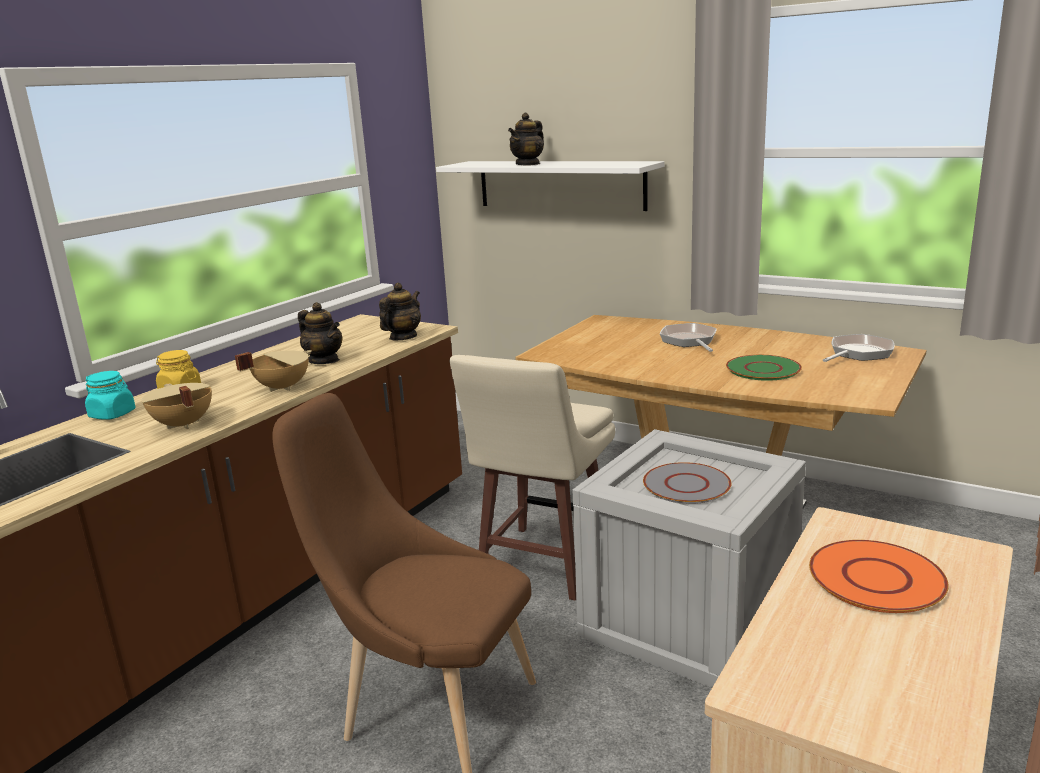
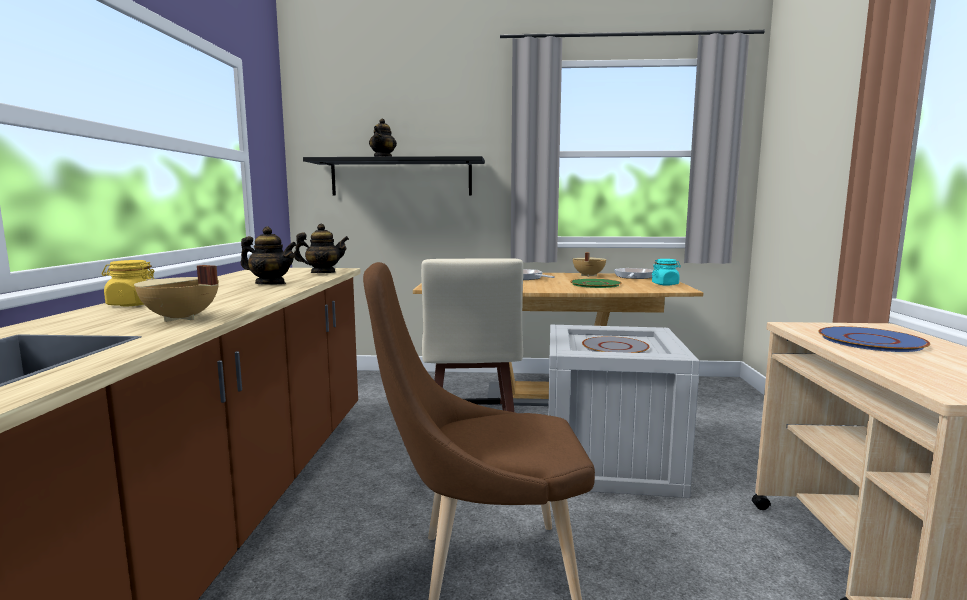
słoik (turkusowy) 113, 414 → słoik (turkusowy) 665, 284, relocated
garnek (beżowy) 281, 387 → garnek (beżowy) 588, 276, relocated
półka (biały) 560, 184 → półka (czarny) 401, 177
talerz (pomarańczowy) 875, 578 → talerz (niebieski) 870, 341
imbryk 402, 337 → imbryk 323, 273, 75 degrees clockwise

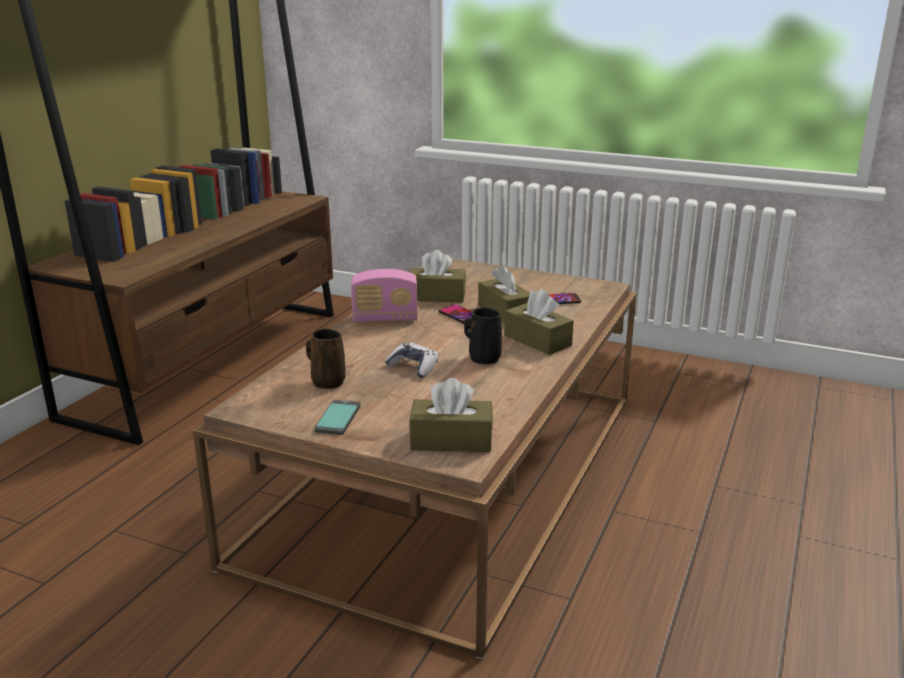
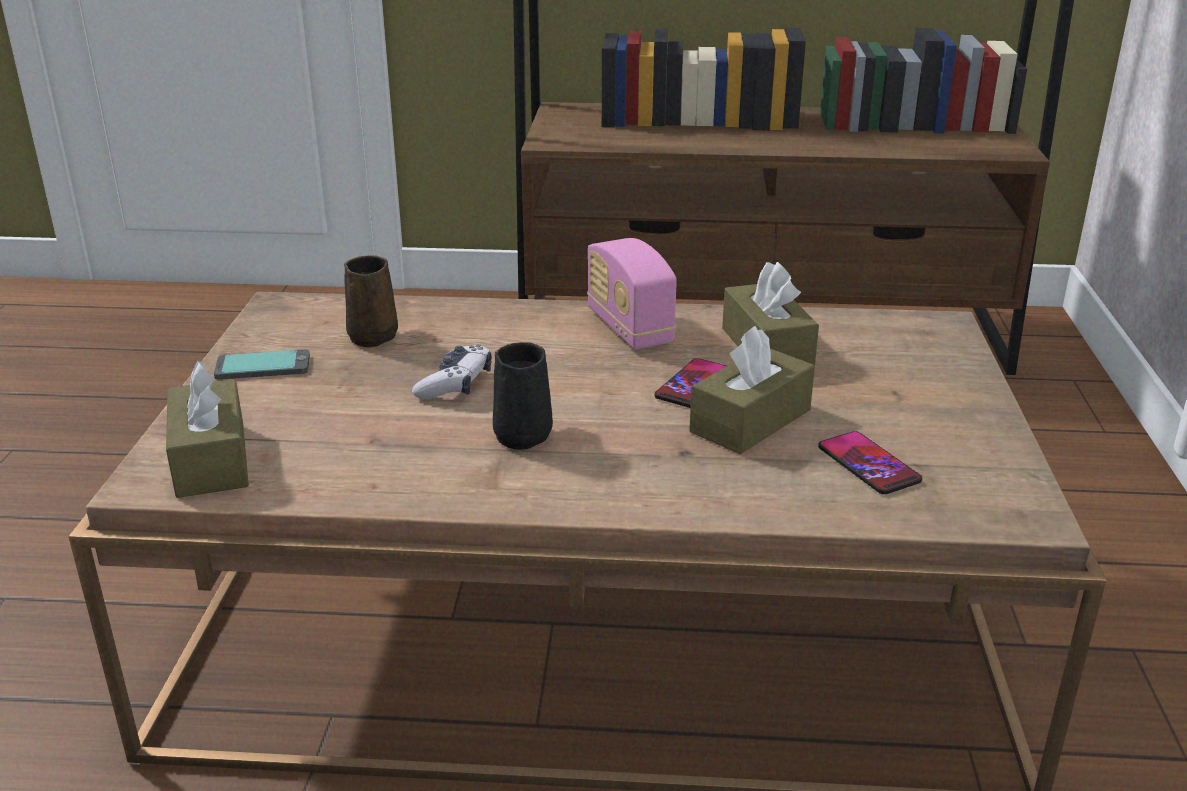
pudełko chusteczek (brązowy) 537, 340 → -

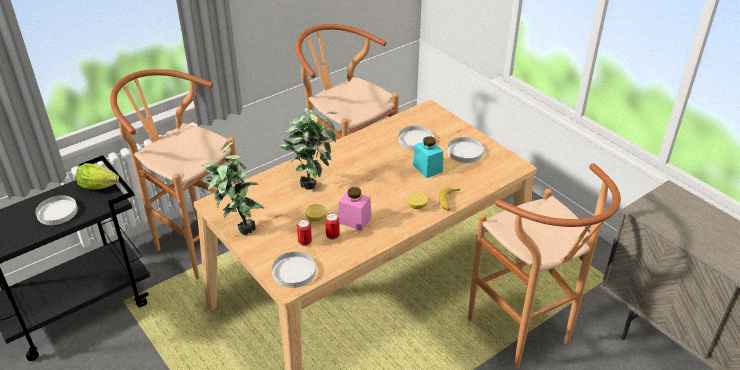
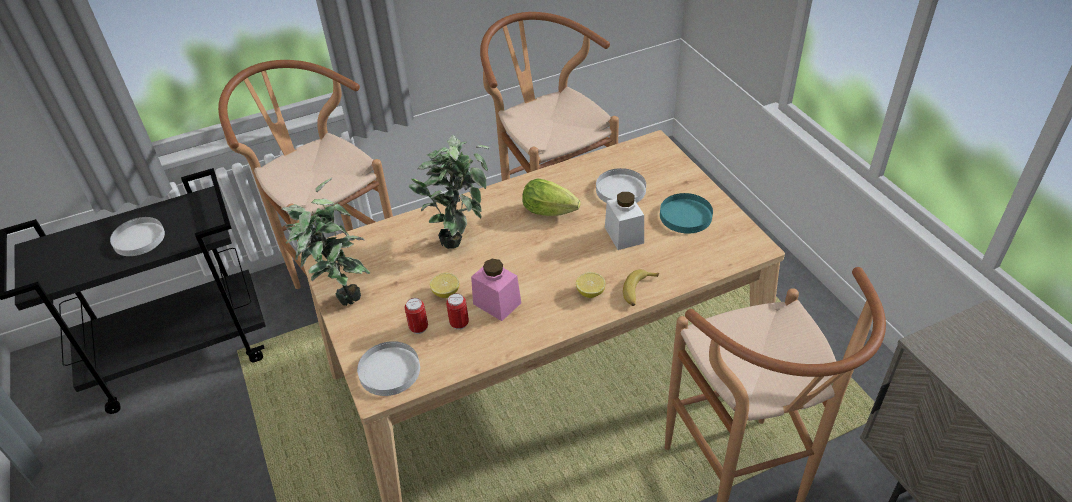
sałata 101, 187 → sałata 552, 212, relocated
słoik (turkusowy) 427, 168 → słoik (biały) 624, 235
talerz (biały) 465, 152 → talerz (turkusowy) 686, 215

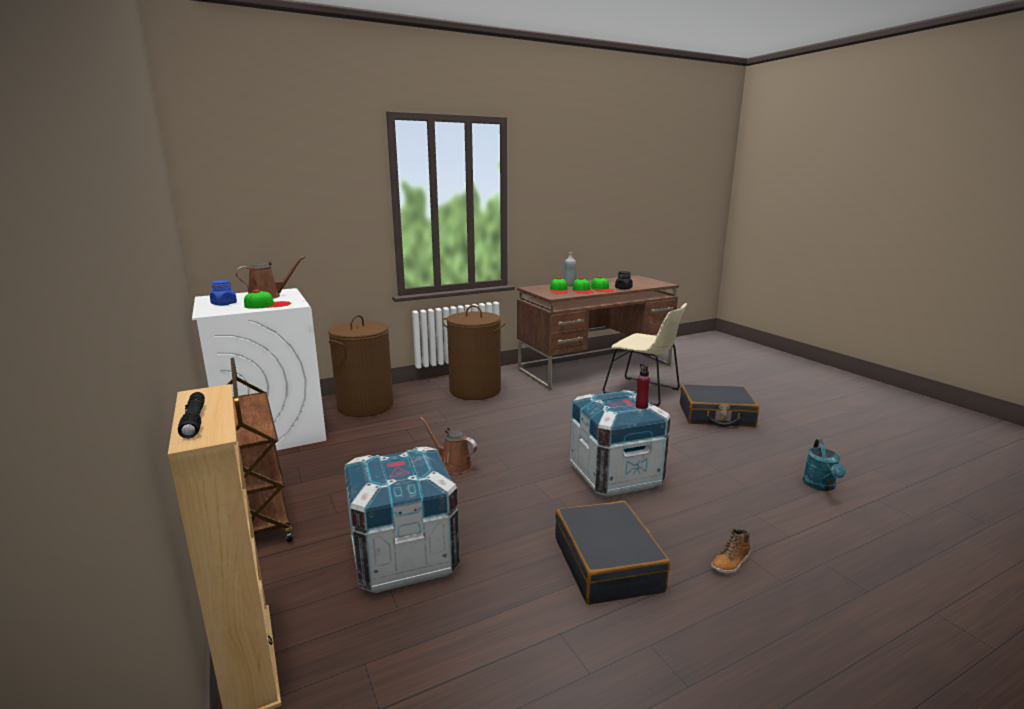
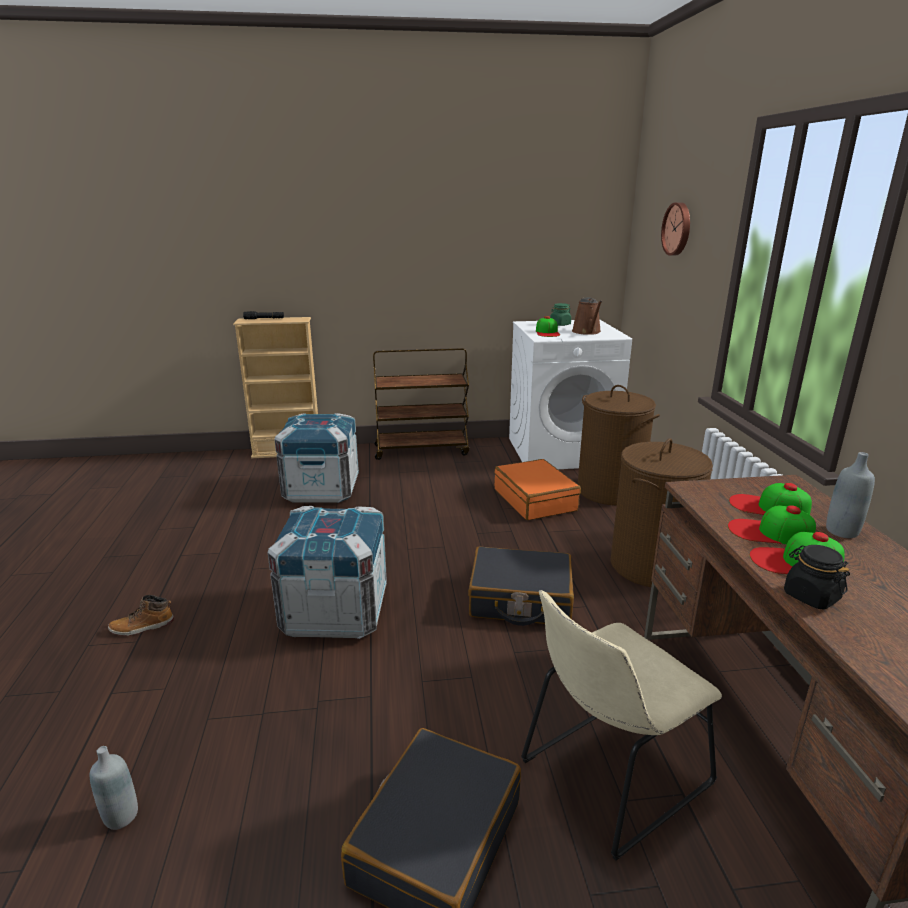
konewka (brązowy) 453, 464 → -
butelka (czerwony) 641, 406 → -
- → walizka (pomarańczowy) 535, 500
- → zegar ścienny 678, 229
walizka (czarny) 607, 564 → walizka (czarny) 520, 600, relocated
konewka (turkusowy) 821, 486 → butelka (szary) 121, 816
słoik (niebieski) 224, 304 → słoik (zielony) 560, 324
but z cholewką 731, 562 → but z cholewką 142, 627, 90 degrees counterclockwise

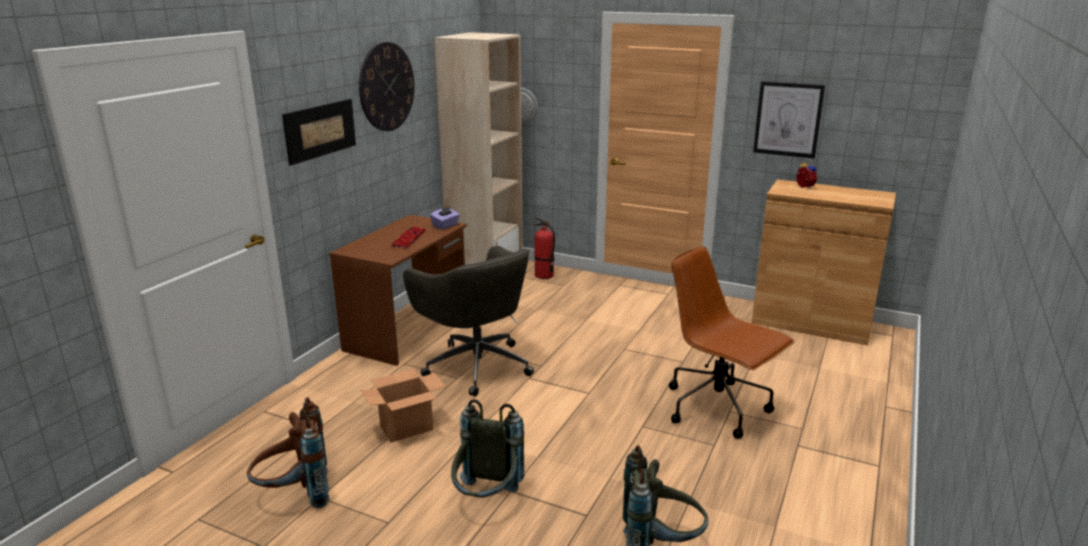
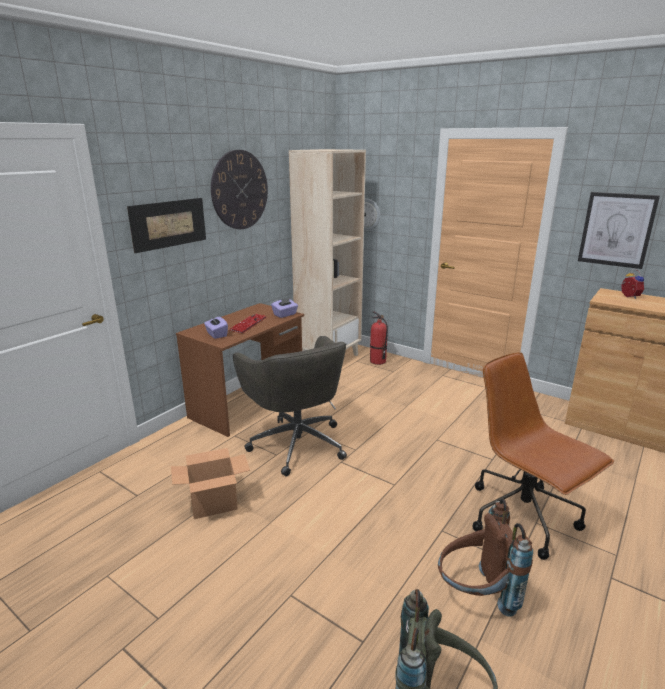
plecak (szary) 486, 500 → -
- → pudełko chusteczek (fioletowy) 216, 334
plecak (brązowy) 295, 496 → plecak (brązowy) 476, 596, relocated

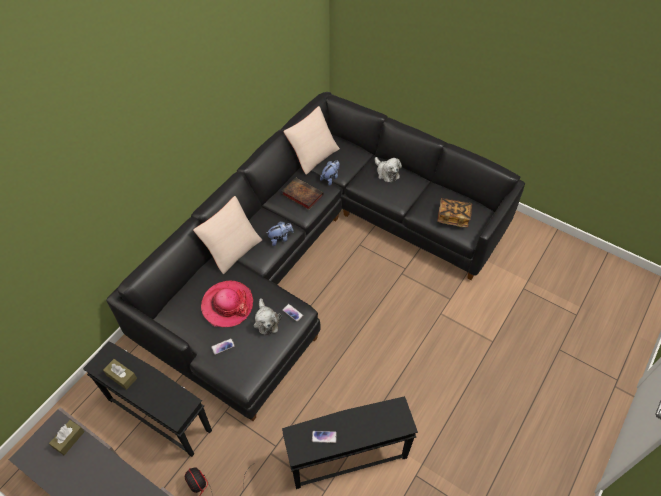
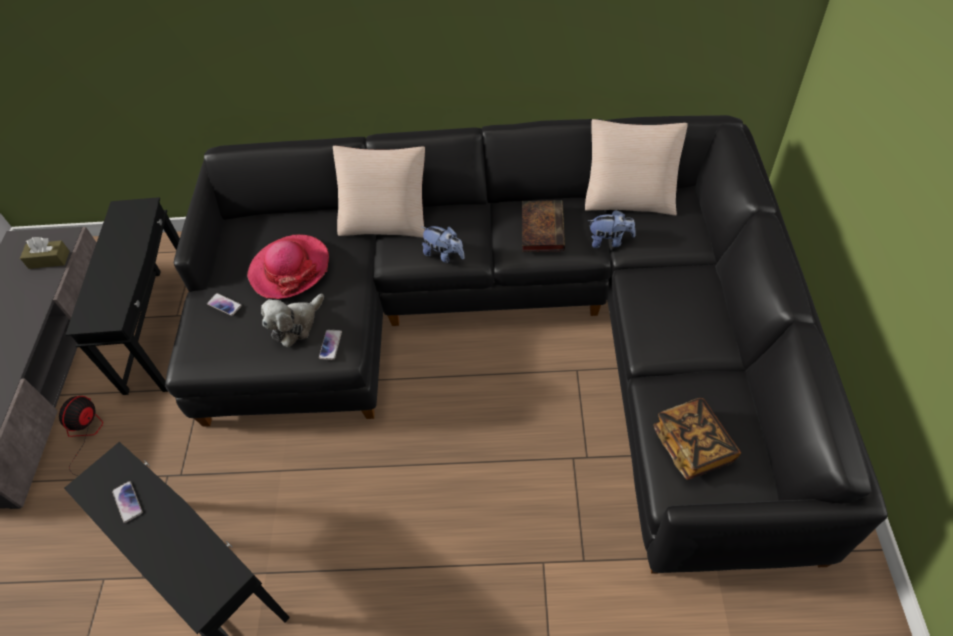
pudełko chusteczek (brązowy) 121, 376 → -
pluszak 386, 173 → -

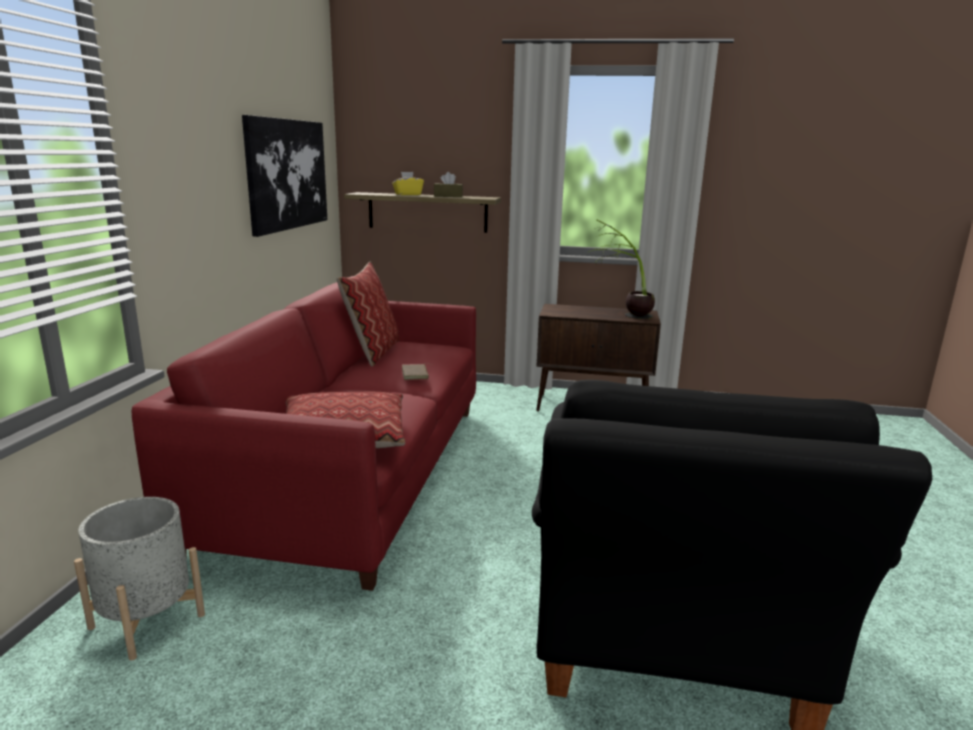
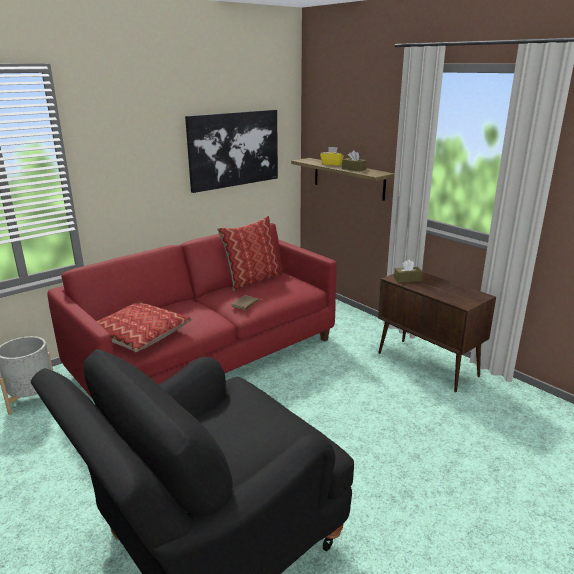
roślina doniczkowa 622, 315 → -
- → pudełko chusteczek (brązowy) 407, 279

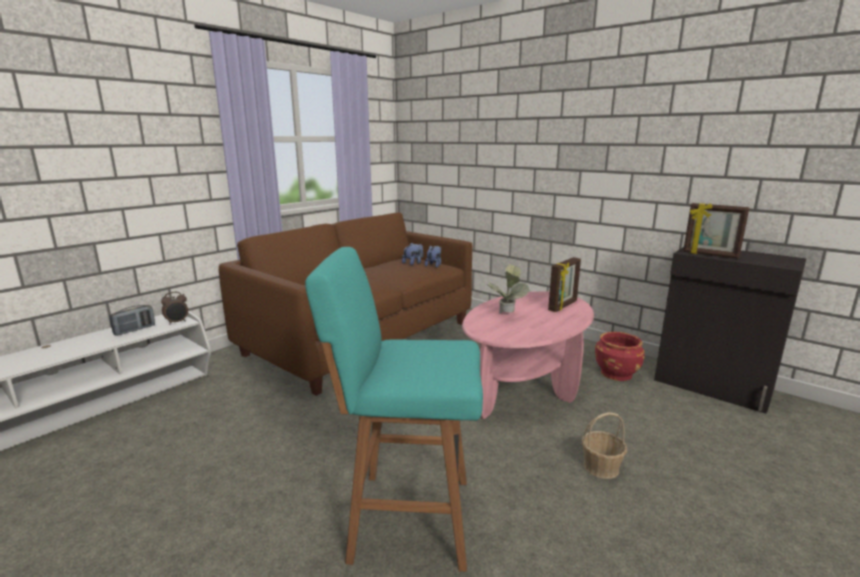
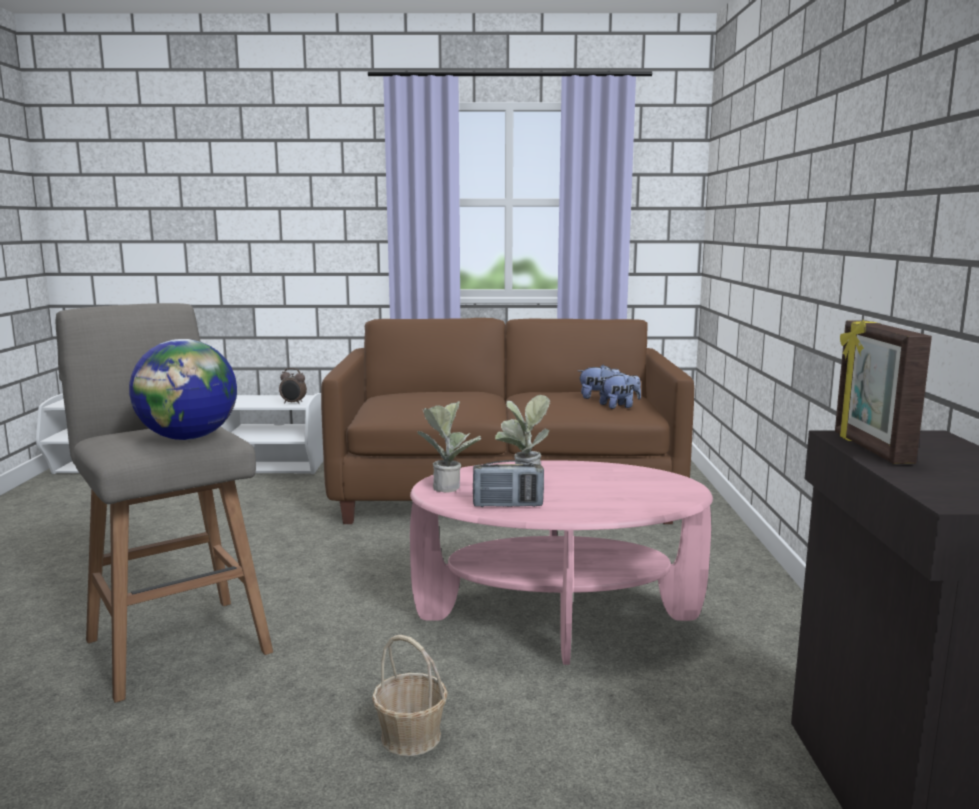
ramka na zdjęcie 563, 306 → -
donica (czerwony) 616, 373 → -
- → globus 189, 438
- → roślina doniczkowa 449, 486
radio 135, 330 → radio 507, 505, relocated
stołek (turkusowy) 406, 517 → stołek (szary) 176, 643

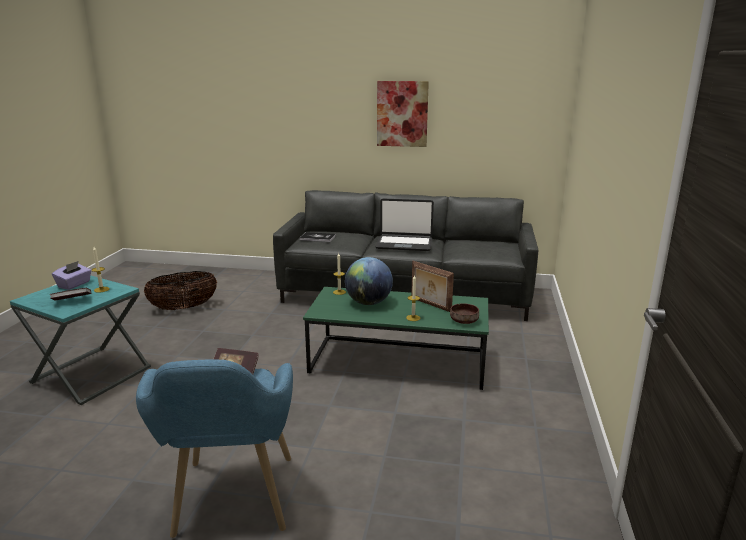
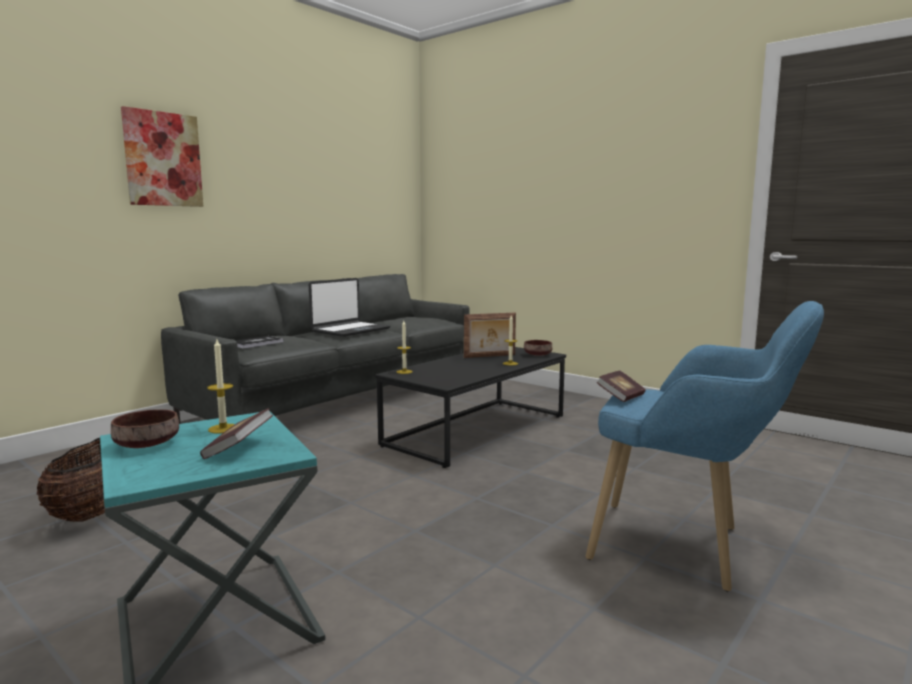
globus 368, 303 → -
obraz 402, 114 → obraz 163, 159, relocated
pudełko chusteczek (fioletowy) 74, 285 → miska (brązowy) 146, 444
ława (zielony) 398, 363 → ława (czarny) 477, 431

